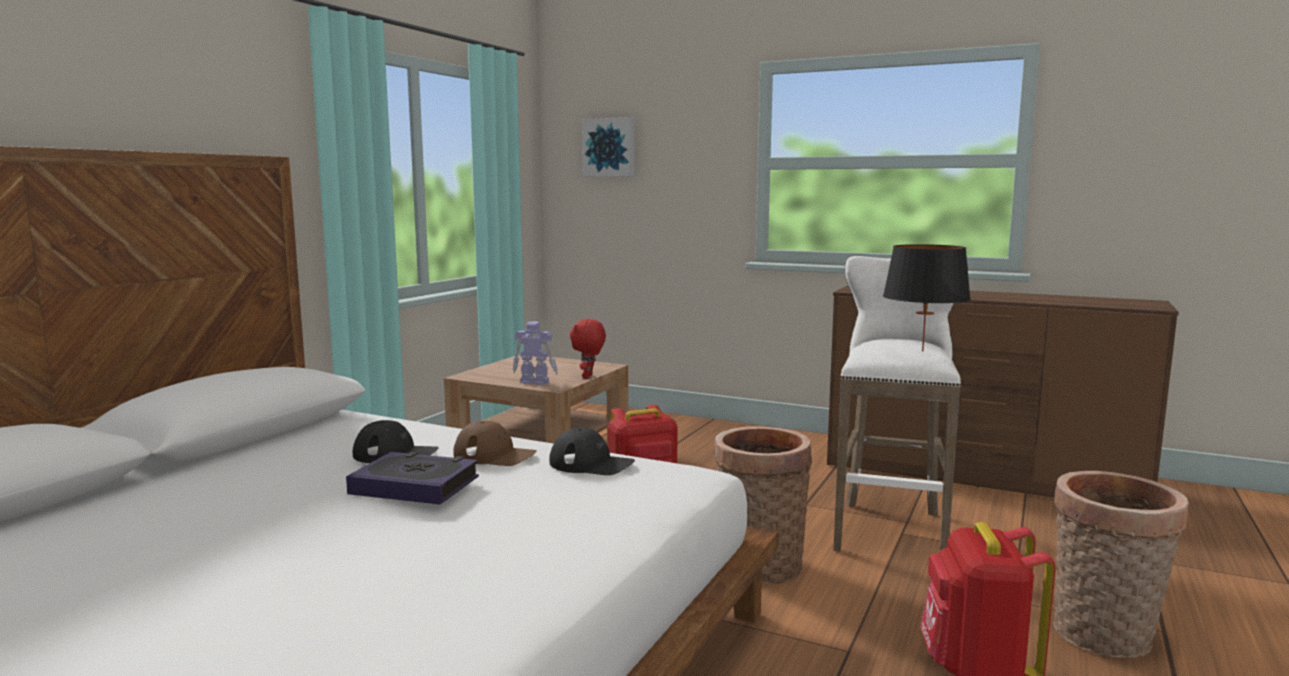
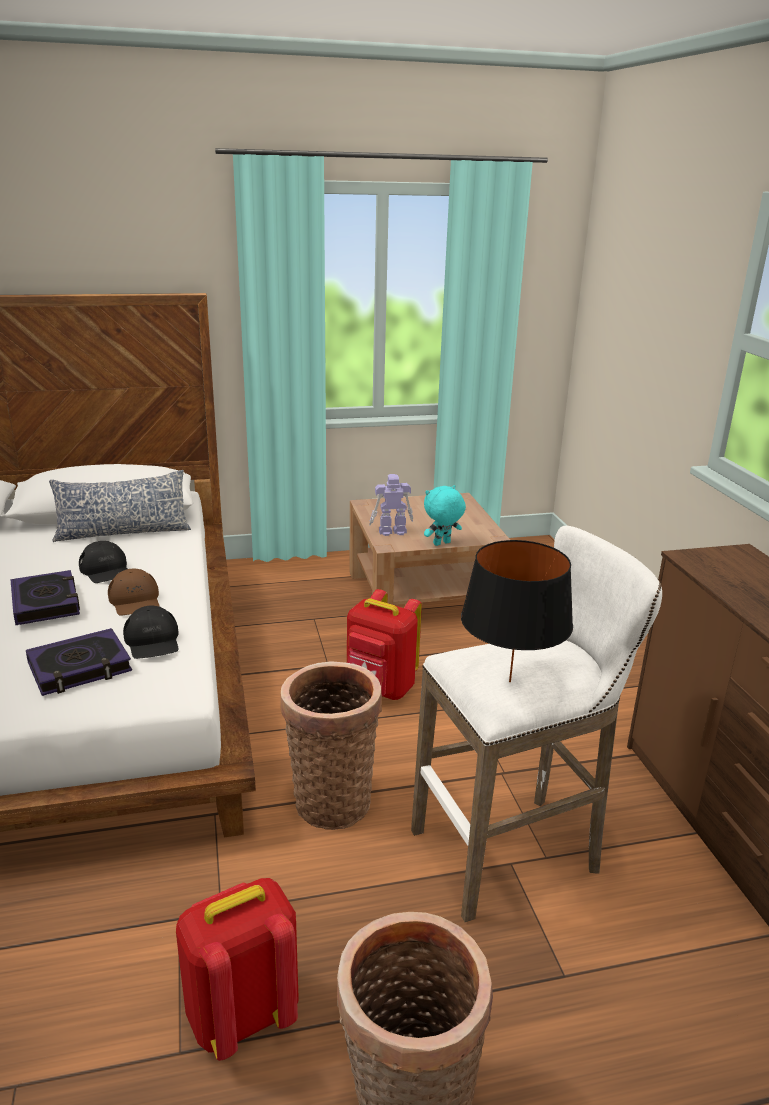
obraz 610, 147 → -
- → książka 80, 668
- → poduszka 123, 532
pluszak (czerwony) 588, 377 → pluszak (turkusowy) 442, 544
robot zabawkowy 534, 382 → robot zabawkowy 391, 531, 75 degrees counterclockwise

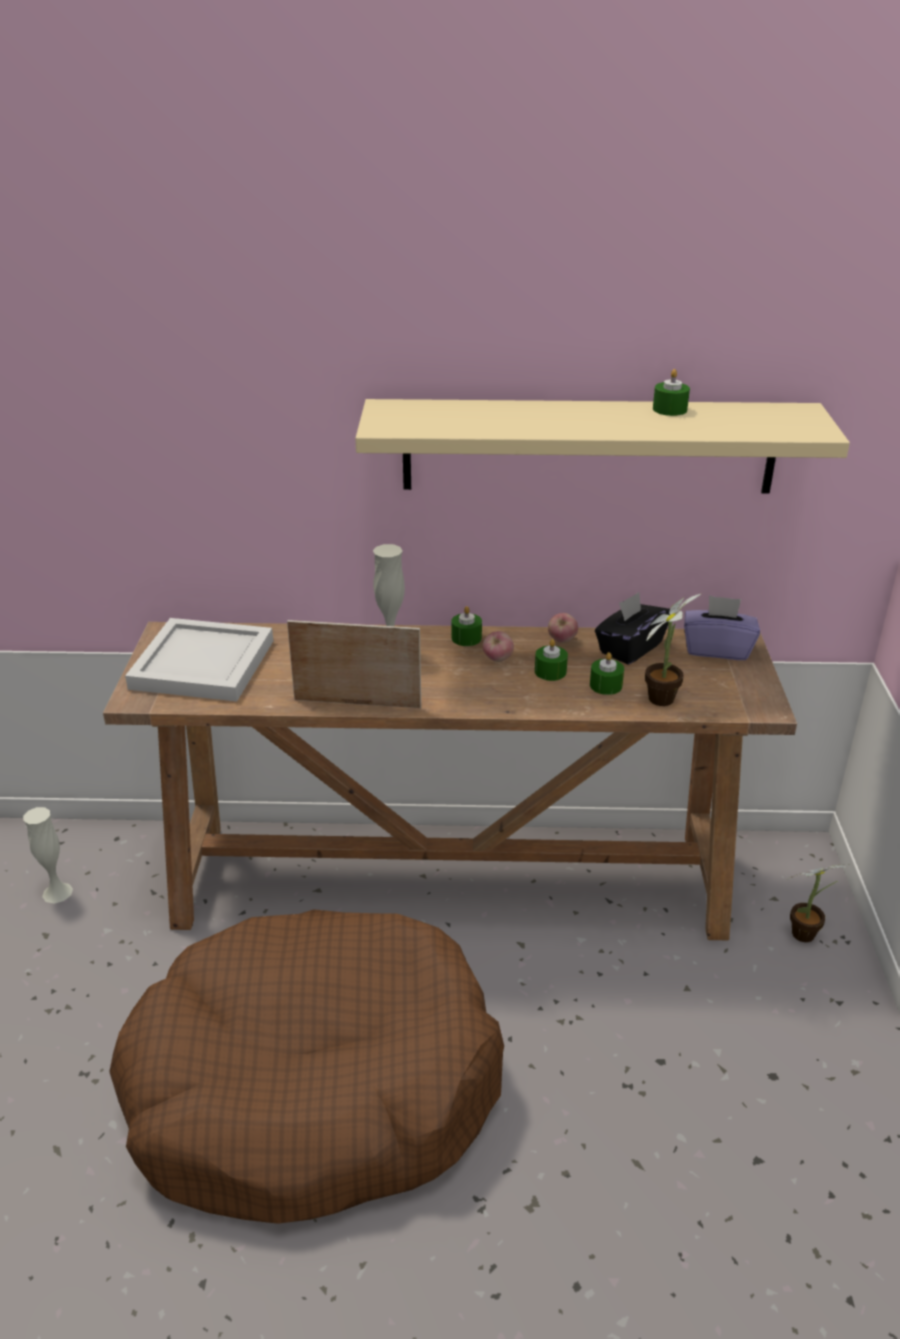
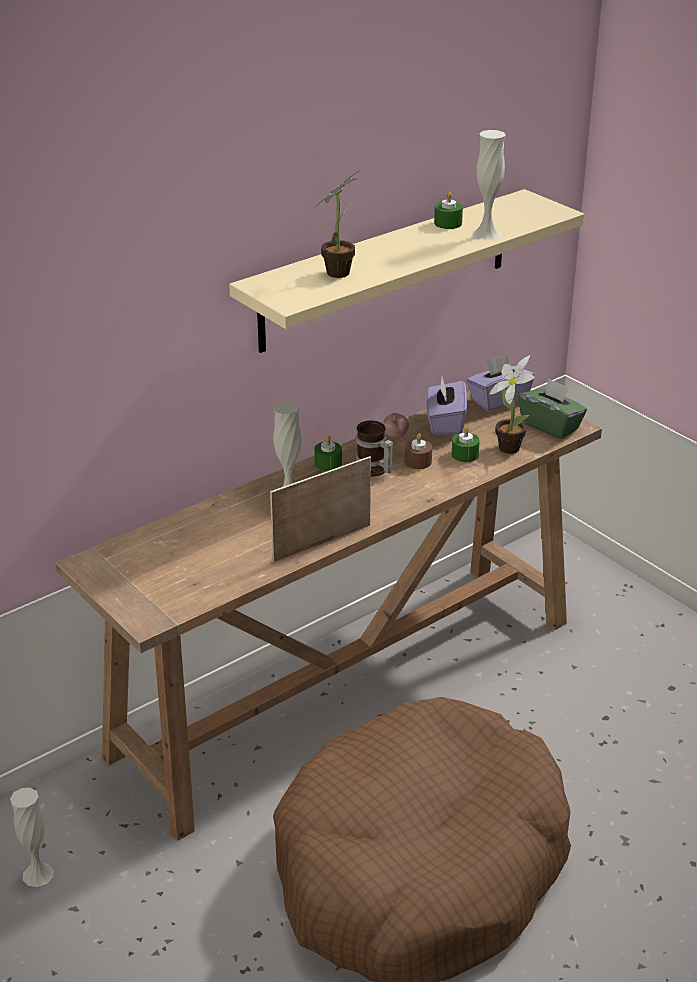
taca (biały) 202, 663 → -
- → wazon (biały) 486, 234
- → pudełko chusteczek (zielony) 550, 426
roślina doniczkowa 807, 933 → roślina doniczkowa 341, 271, relocated
jabłko 497, 660 → kubek 372, 469
świeca (zielony) 550, 671 → świeca (brązowy) 418, 461
pudełko chusteczek (czarny) 630, 648 → pudełko chusteczek (fioletowy) 445, 423

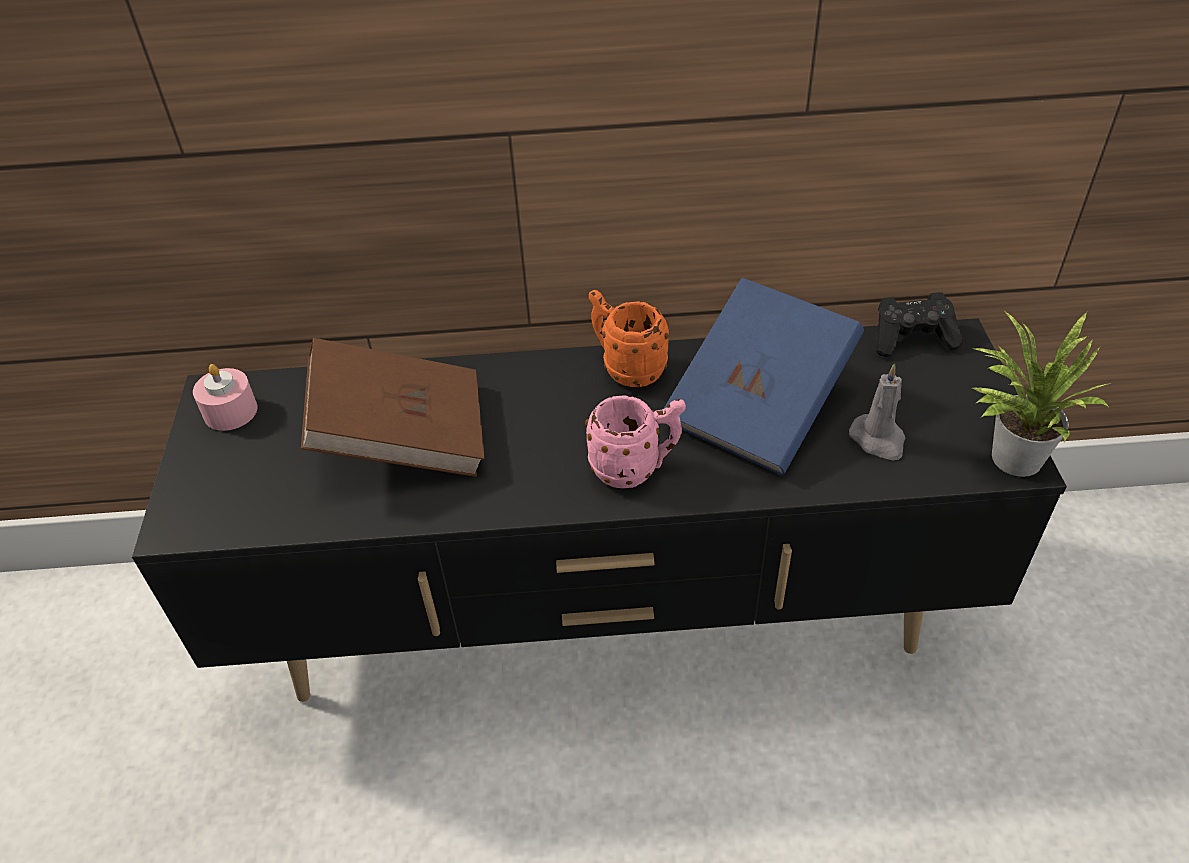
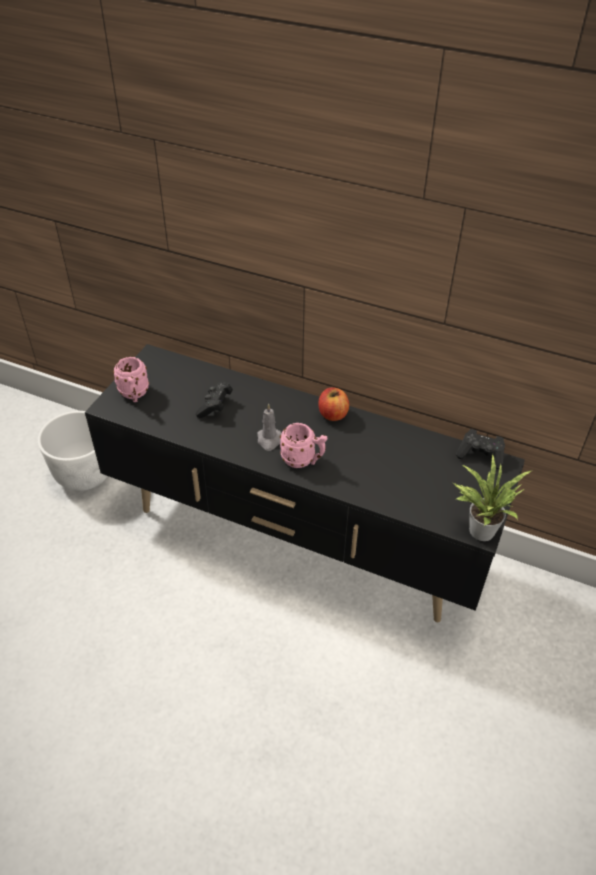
świeca (różowy) 230, 411 → -
książka (niebieski) 759, 407 → -
- → donica (biały) 85, 475
- → kubek (różowy) 134, 395
świeca (szary) 878, 440 → świeca (szary) 269, 440, relocated
książka (brązowy) 402, 438 → pad do gier (czarny) 215, 406
kubek (pomarańczowy) 626, 367 → jabłko 332, 414

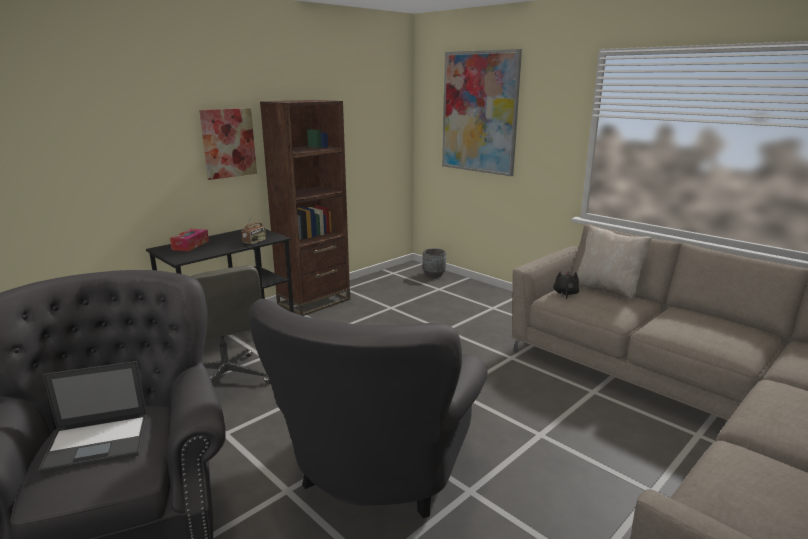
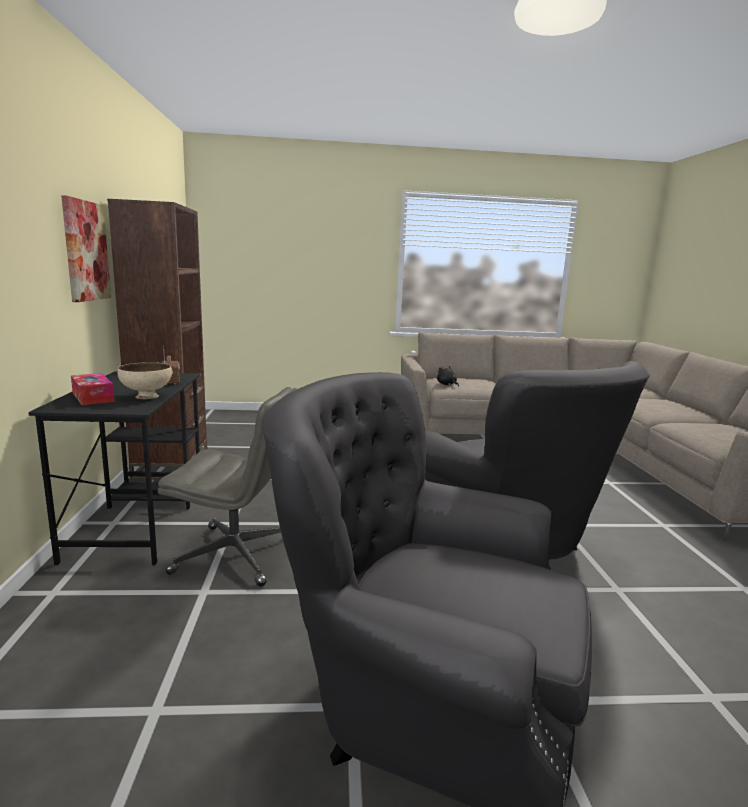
laptop 99, 442 → -
donica (szary) 434, 274 → -
obraz 479, 112 → -
poduszka (beżowy) 607, 290 → -
- → miska (beżowy) 147, 396

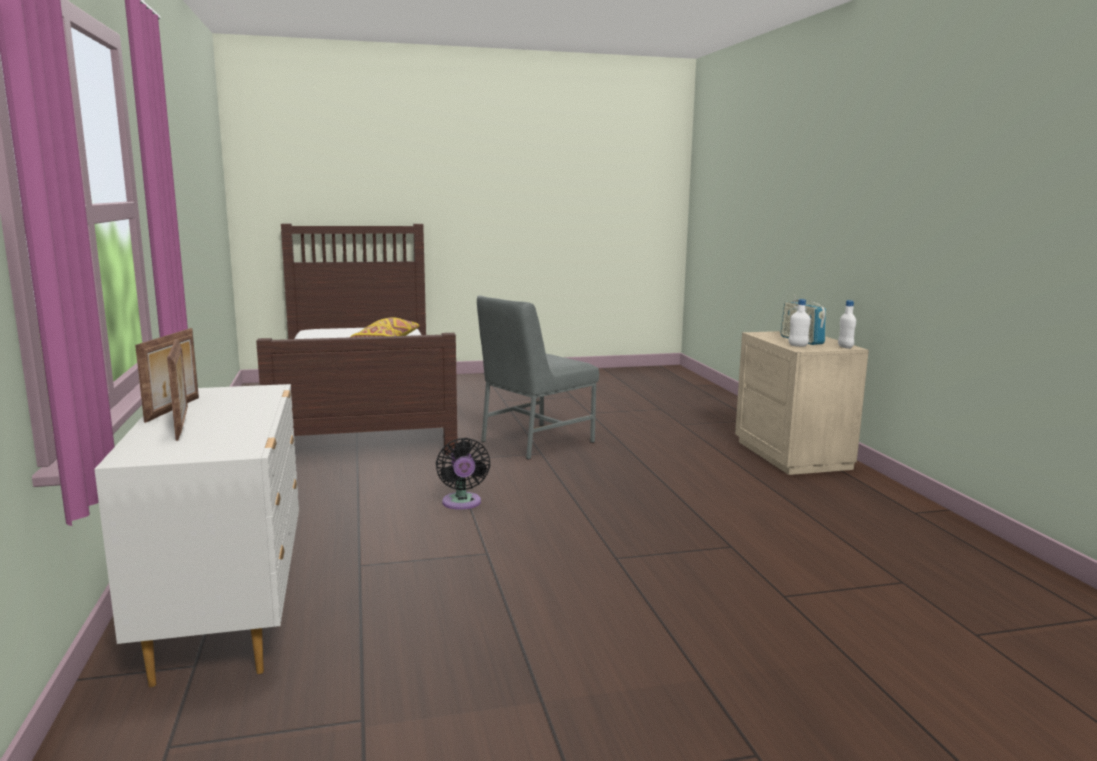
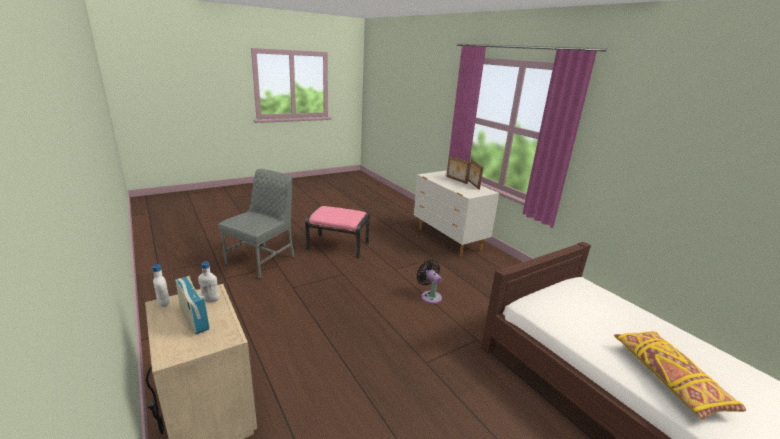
- → pufa (różowy) 338, 246
krzesło (szary) 534, 441 → krzesło (szary) 262, 260, relocated

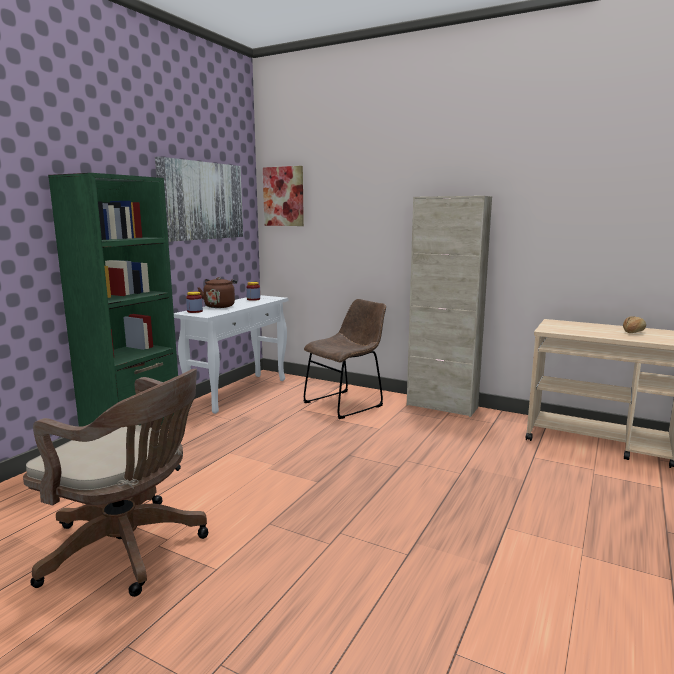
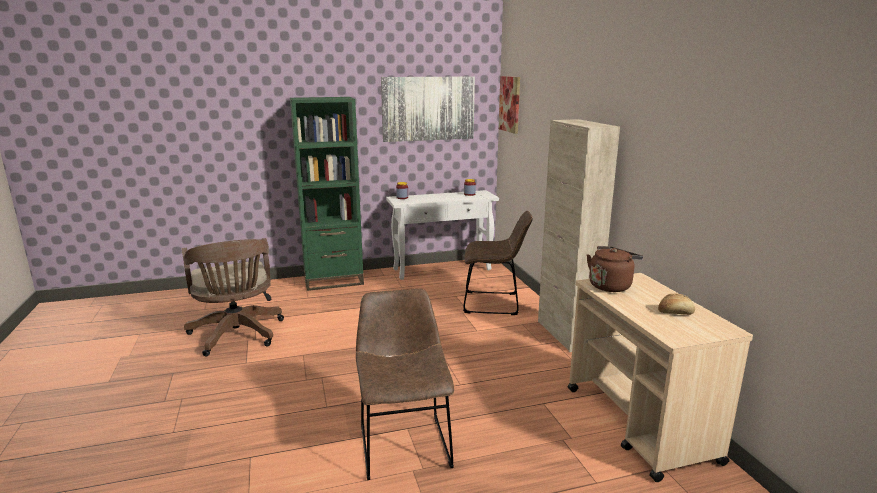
- → krzesło (brązowy) 403, 442
czajnik (brązowy) 220, 306 → czajnik (brązowy) 611, 285, relocated

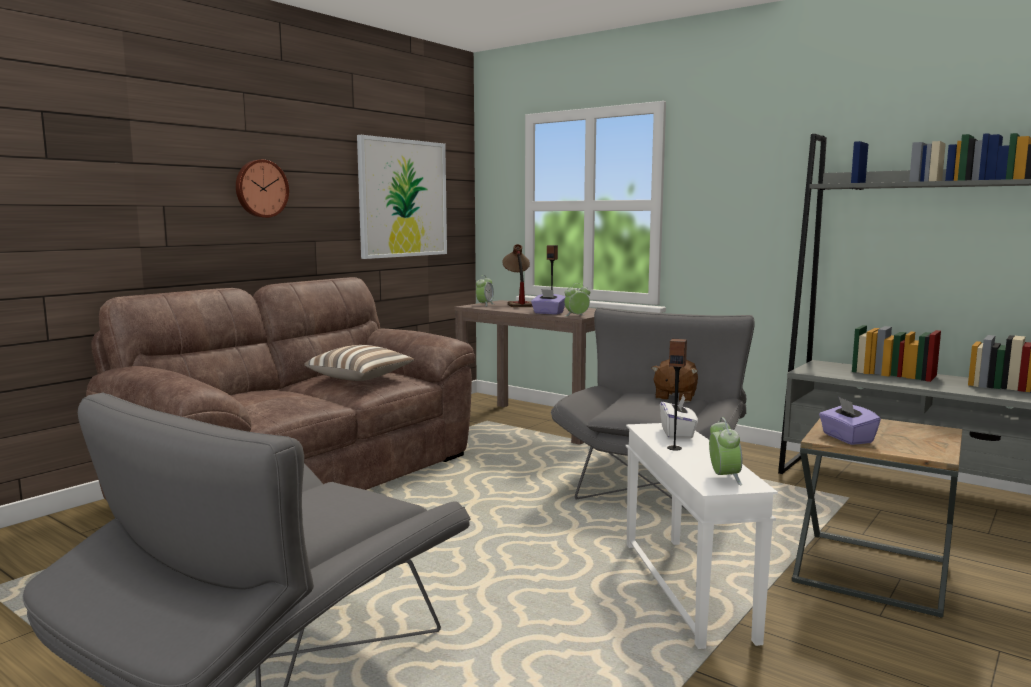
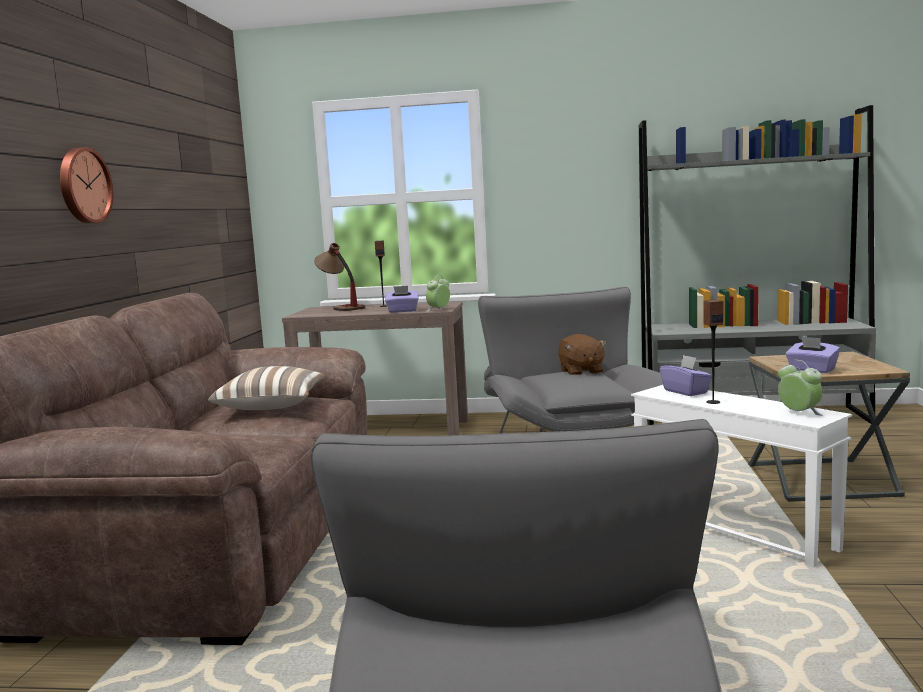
obraz 403, 198 → -
budzik 485, 304 → -
pudełko chusteczek (biały) 677, 433 → pudełko chusteczek (fioletowy) 686, 392

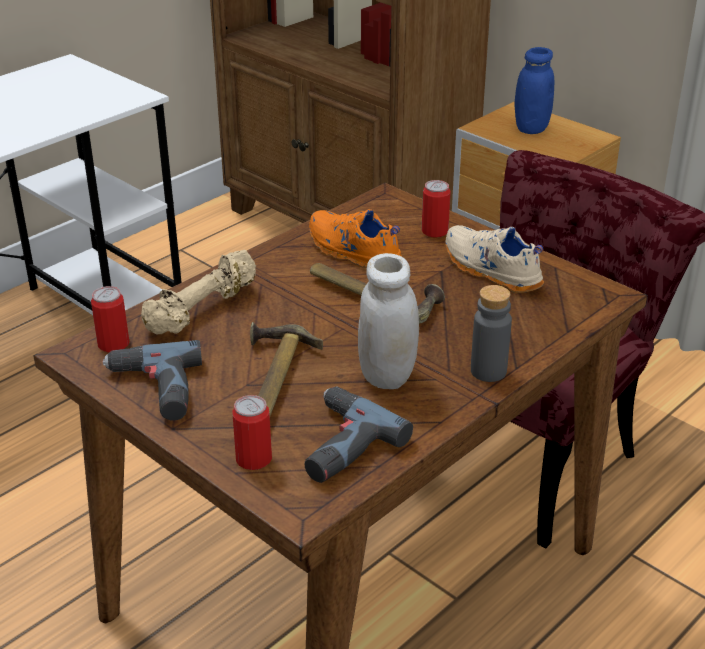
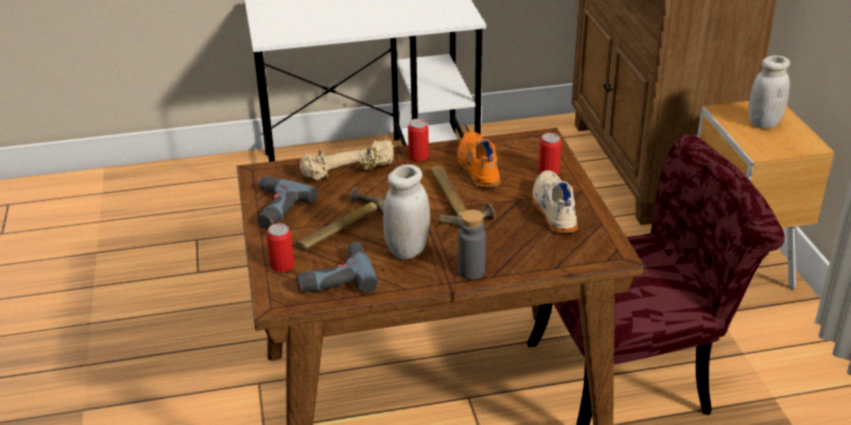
puszka 113, 344 → puszka 418, 157, relocated
słoik (niebieski) 531, 128 → słoik (biały) 763, 123

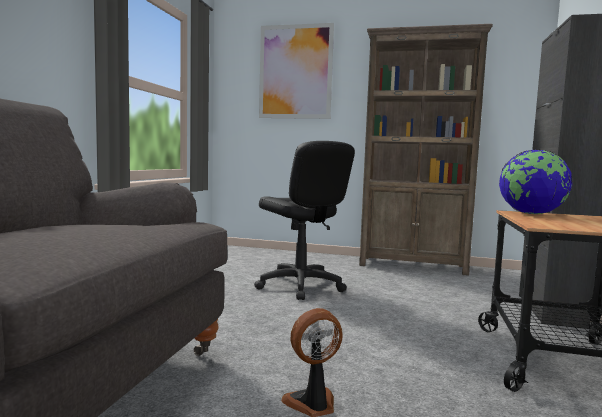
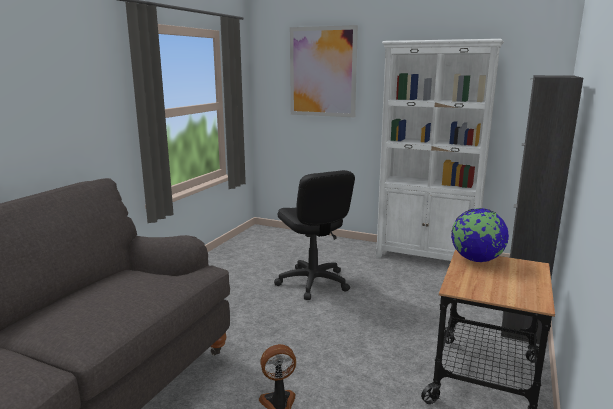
regał (brązowy) 413, 265 → regał (biały) 426, 257

